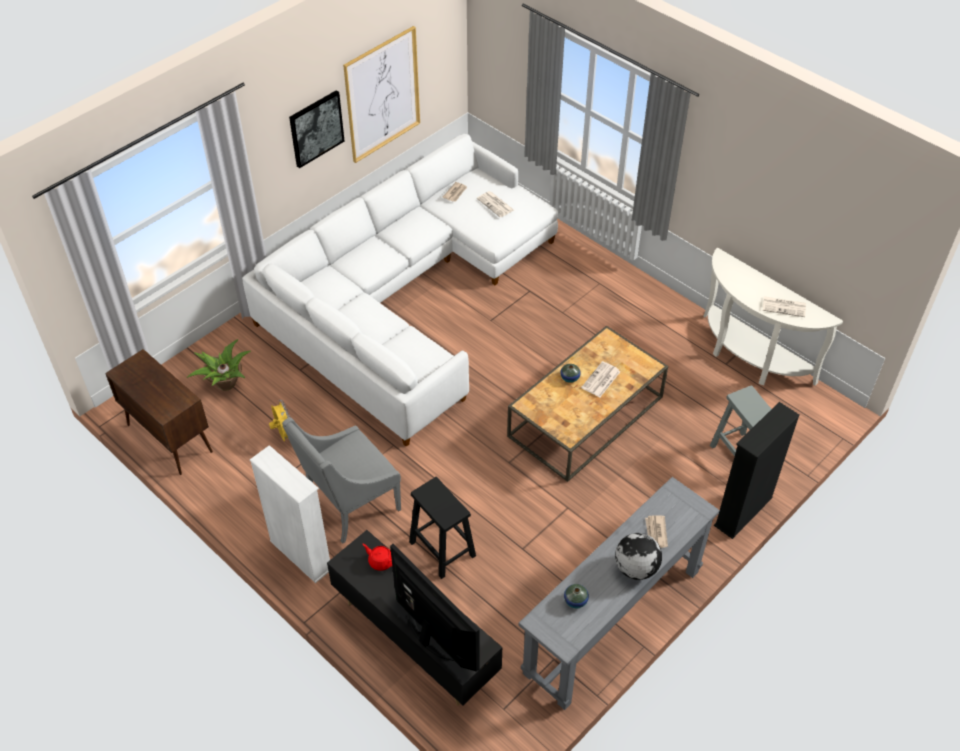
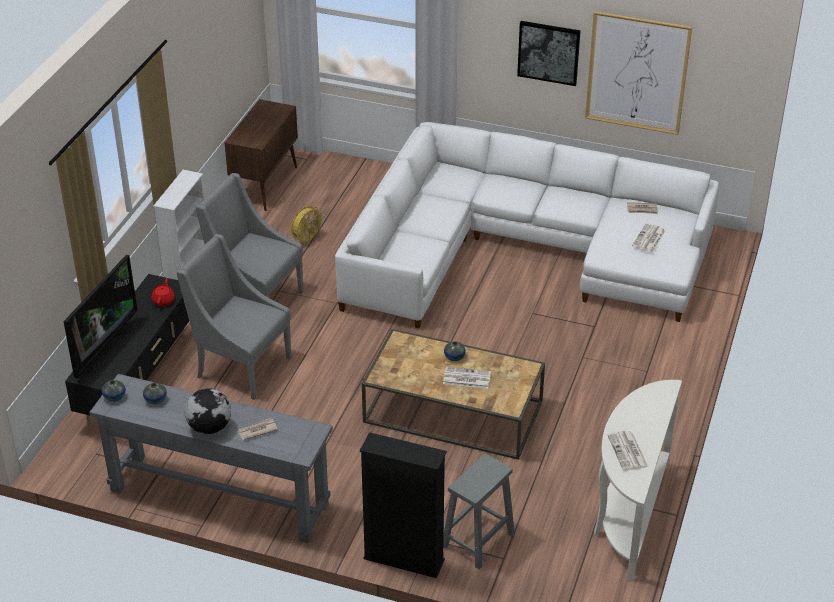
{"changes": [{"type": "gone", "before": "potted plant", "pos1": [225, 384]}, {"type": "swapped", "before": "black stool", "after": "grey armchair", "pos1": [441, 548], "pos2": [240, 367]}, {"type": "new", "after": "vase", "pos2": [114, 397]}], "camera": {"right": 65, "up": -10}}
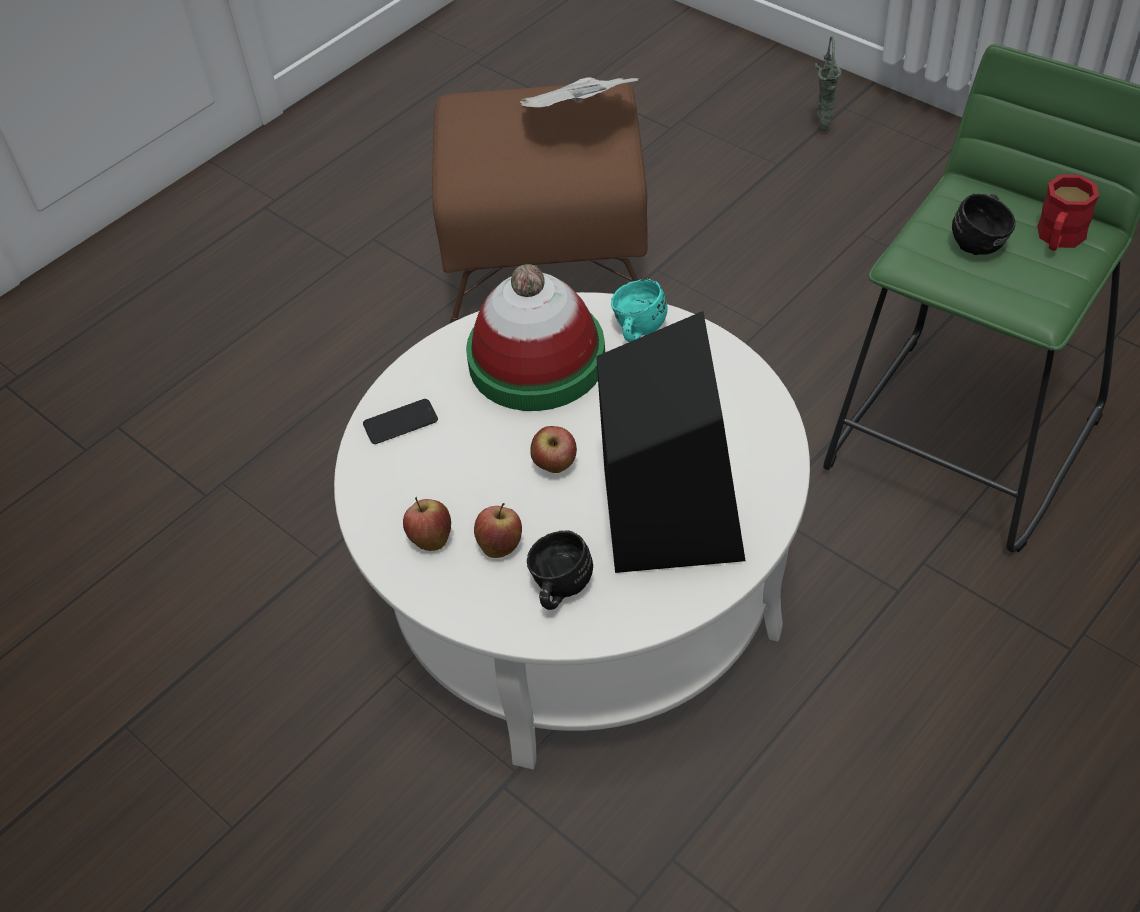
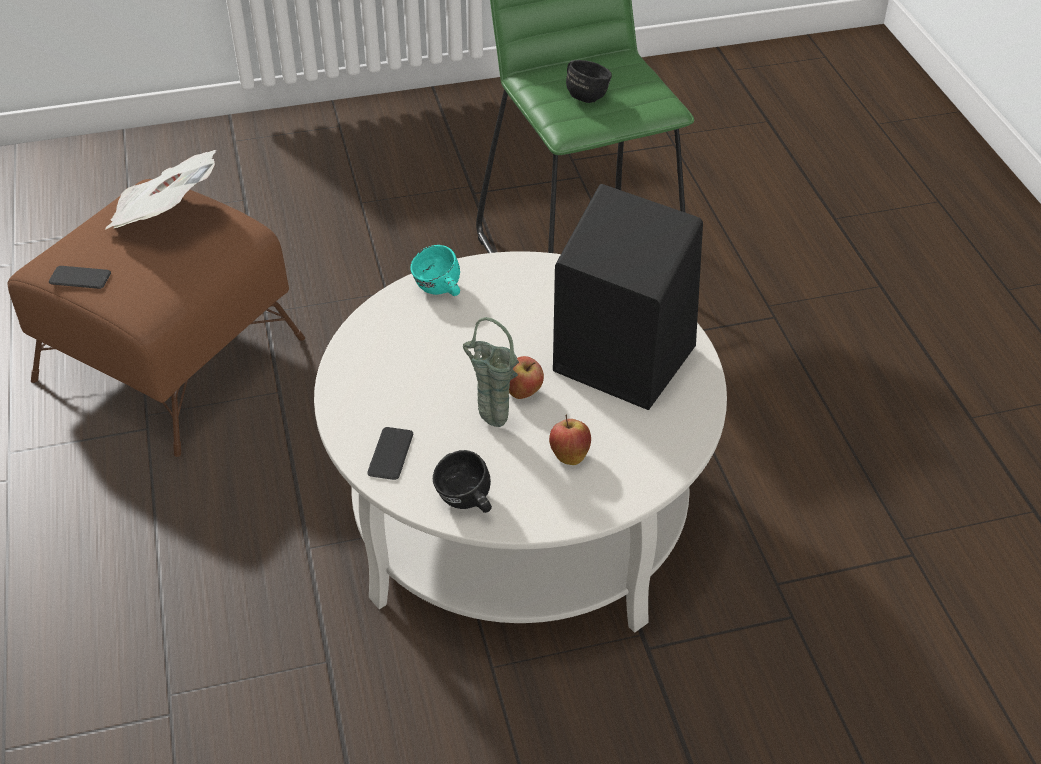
{"changes": [{"type": "gone", "before": "apple", "pos1": [431, 539]}, {"type": "gone", "before": "hat", "pos1": [537, 360]}, {"type": "shifted", "before": "black mug", "pos1": [557, 588], "pos2": [466, 504]}, {"type": "shifted", "before": "green vase", "pos1": [822, 127], "pos2": [490, 422]}, {"type": "gone", "before": "red mug", "pos1": [1058, 239]}, {"type": "new", "after": "phone", "pos2": [80, 278]}], "camera": {"right": -60, "up": -5}}
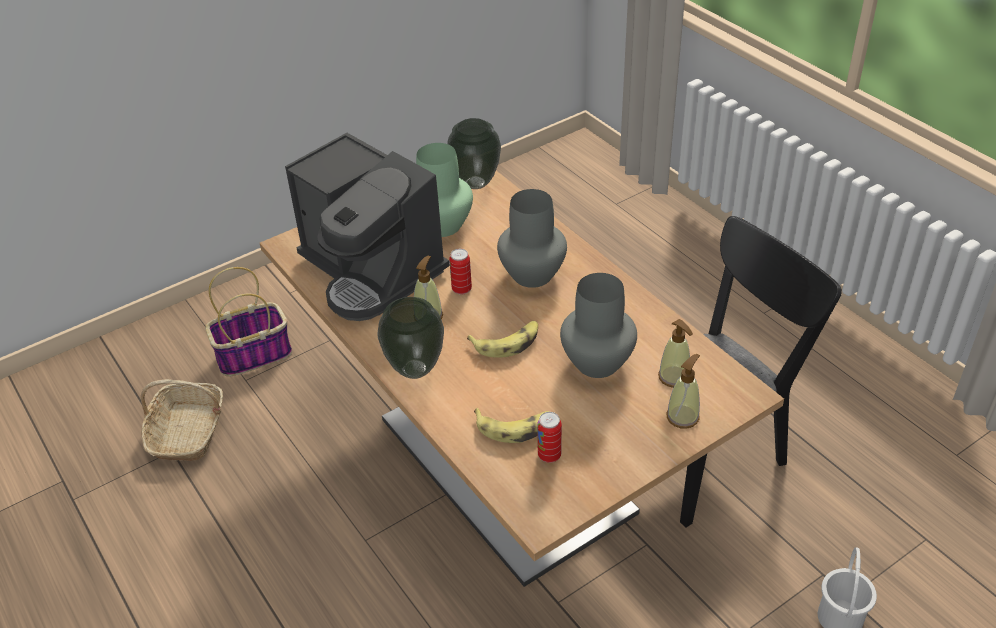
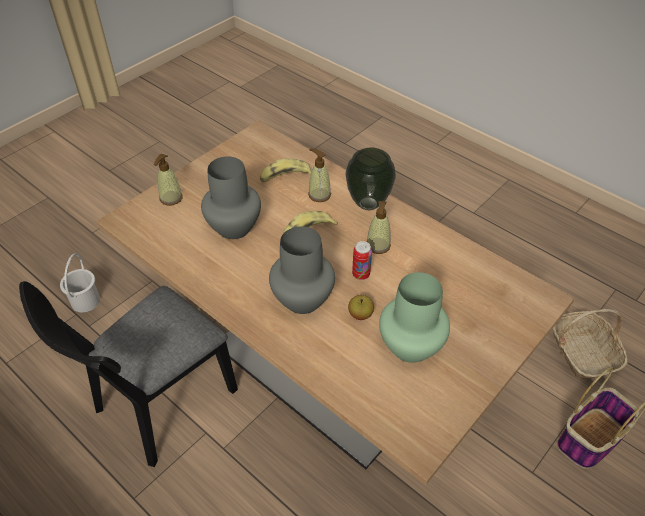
{"changes": [{"type": "gone", "before": "coffee machine", "pos1": [372, 271]}, {"type": "gone", "before": "vase", "pos1": [476, 182]}, {"type": "gone", "before": "can", "pos1": [549, 455]}, {"type": "shifted", "before": "soap dispenser", "pos1": [674, 377], "pos2": [319, 195]}, {"type": "new", "after": "apple", "pos2": [360, 314]}], "camera": {"right": 165, "up": 5}}
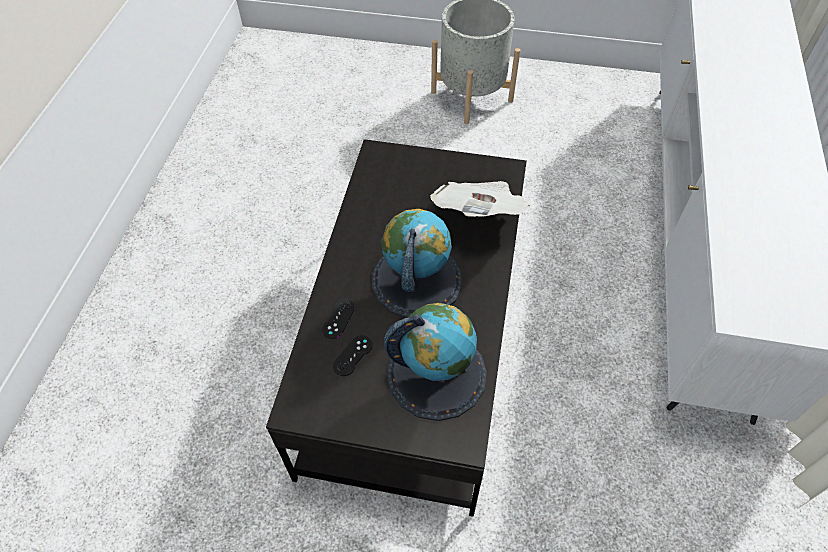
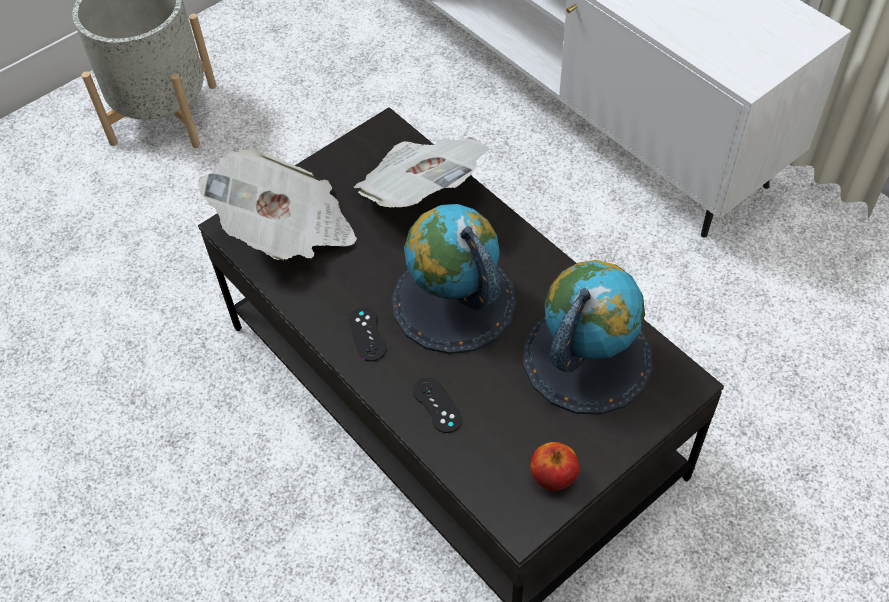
{"changes": [{"type": "shifted", "before": "black game controller", "pos1": [353, 355], "pos2": [367, 334]}, {"type": "new", "after": "newspaper", "pos2": [287, 231]}, {"type": "new", "after": "apple", "pos2": [553, 476]}], "camera": {"right": -50, "up": 0}}
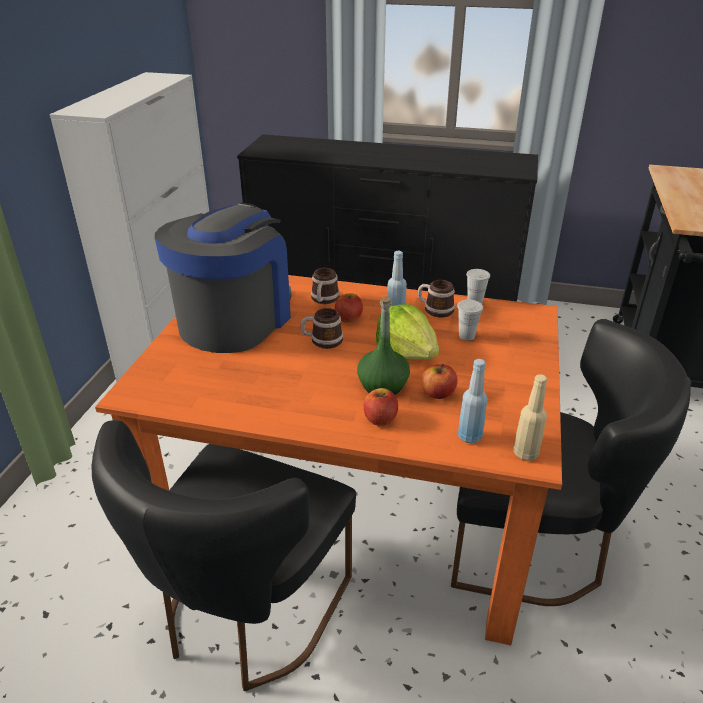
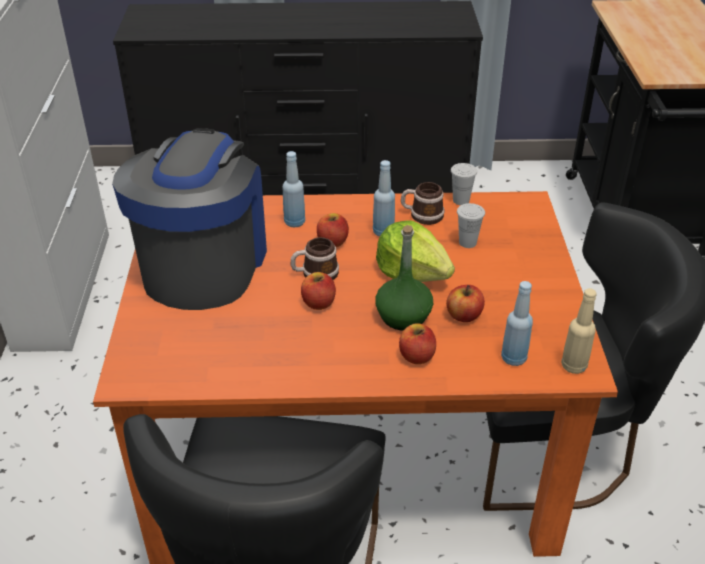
{"changes": [{"type": "swapped", "before": "mug", "after": "blue bottle", "pos1": [324, 300], "pos2": [294, 222]}, {"type": "new", "after": "apple", "pos2": [318, 303]}], "camera": {"right": -15, "up": 5}}
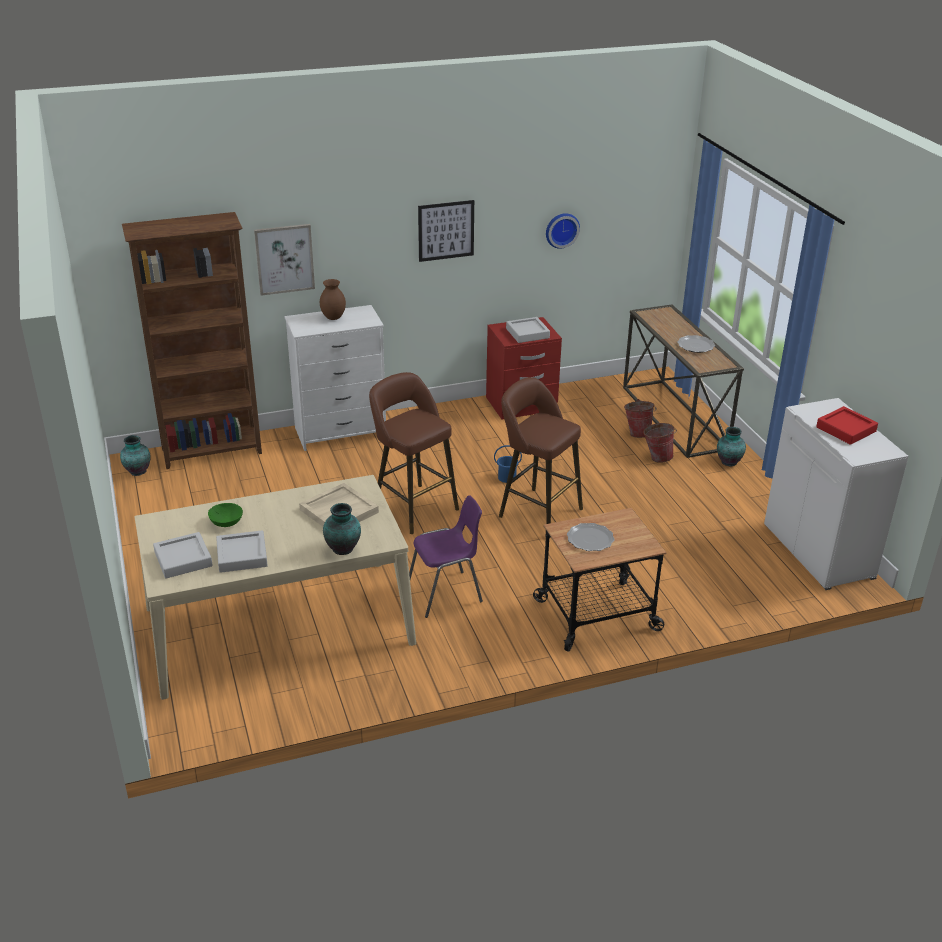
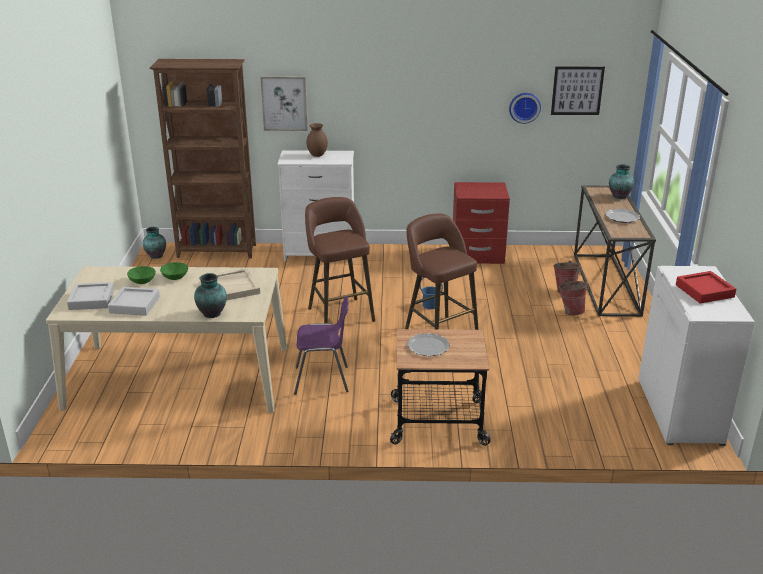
{"changes": [{"type": "shifted", "before": "picture", "pos1": [446, 230], "pos2": [577, 90]}, {"type": "gone", "before": "grey tray", "pos1": [527, 333]}, {"type": "shifted", "before": "vase", "pos1": [728, 462], "pos2": [618, 196]}, {"type": "new", "after": "green bowl", "pos2": [175, 277]}], "camera": {"right": 20, "up": -5}}
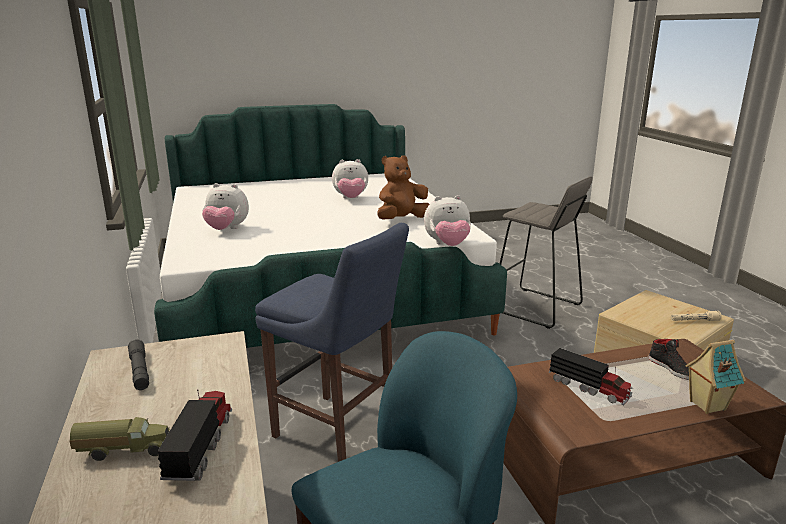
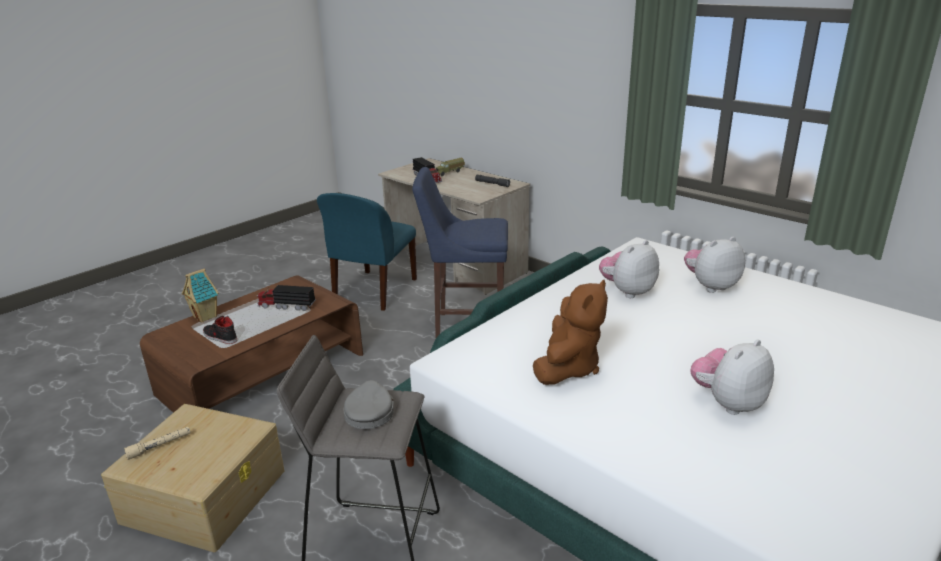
{"changes": [{"type": "shifted", "before": "plush toy", "pos1": [447, 245], "pos2": [627, 291]}, {"type": "new", "after": "grey cap", "pos2": [369, 411]}], "camera": {"right": 150, "up": 5}}
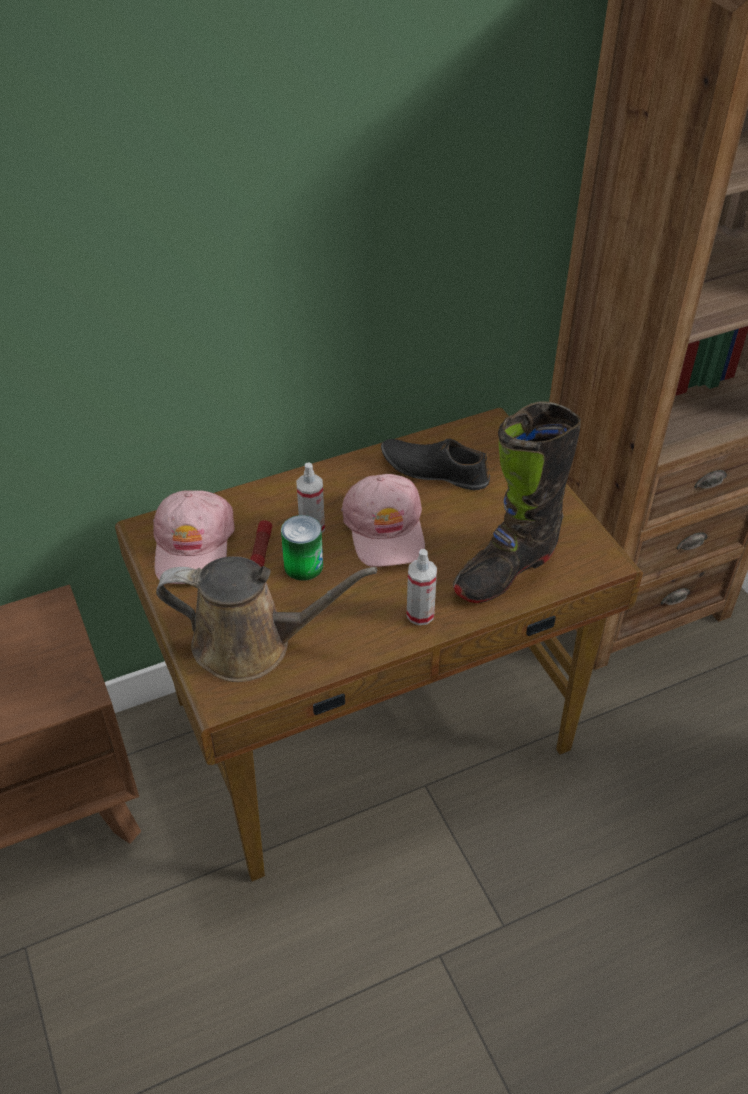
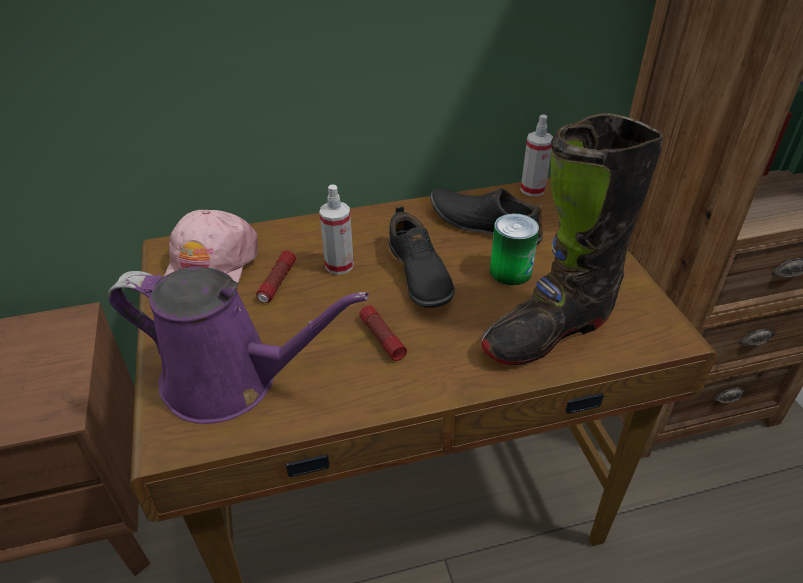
{"changes": [{"type": "repainted", "before": "brown watering can", "after": "purple watering can", "pos1": [252, 644], "pos2": [231, 380]}, {"type": "shifted", "before": "can", "pos1": [303, 566], "pos2": [510, 271]}, {"type": "swapped", "before": "pink cap", "after": "black shoe", "pos1": [385, 529], "pos2": [418, 275]}, {"type": "shifted", "before": "spray bottle", "pos1": [420, 614], "pos2": [532, 189]}, {"type": "new", "after": "flashlight", "pos2": [382, 338]}], "camera": {"right": 10, "up": -5}}
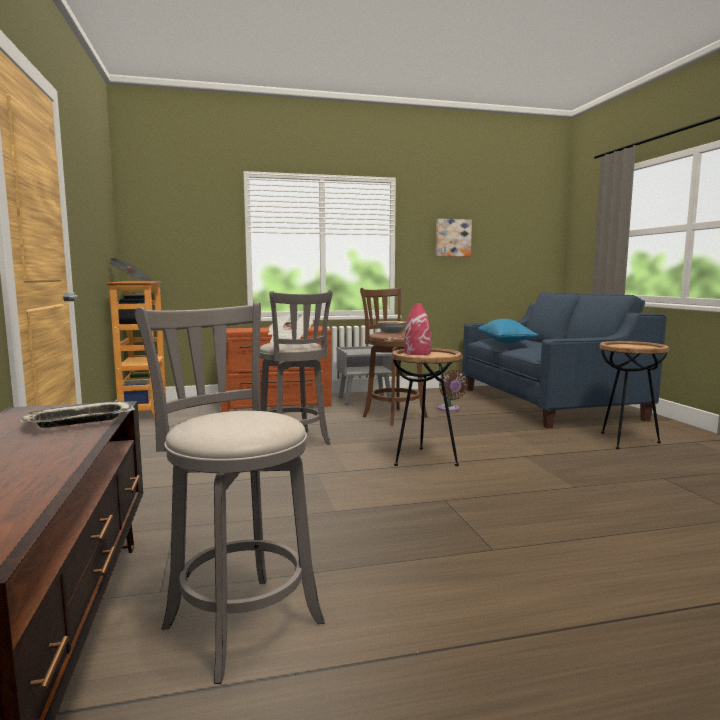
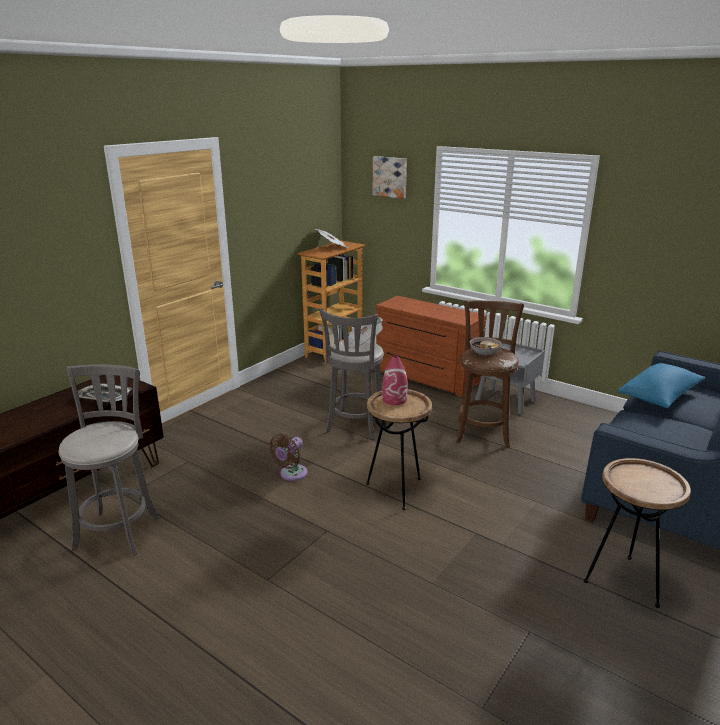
{"changes": [{"type": "shifted", "before": "picture", "pos1": [452, 238], "pos2": [390, 177]}, {"type": "shifted", "before": "brown fan", "pos1": [449, 409], "pos2": [291, 474]}], "camera": {"right": 50, "up": 15}}
